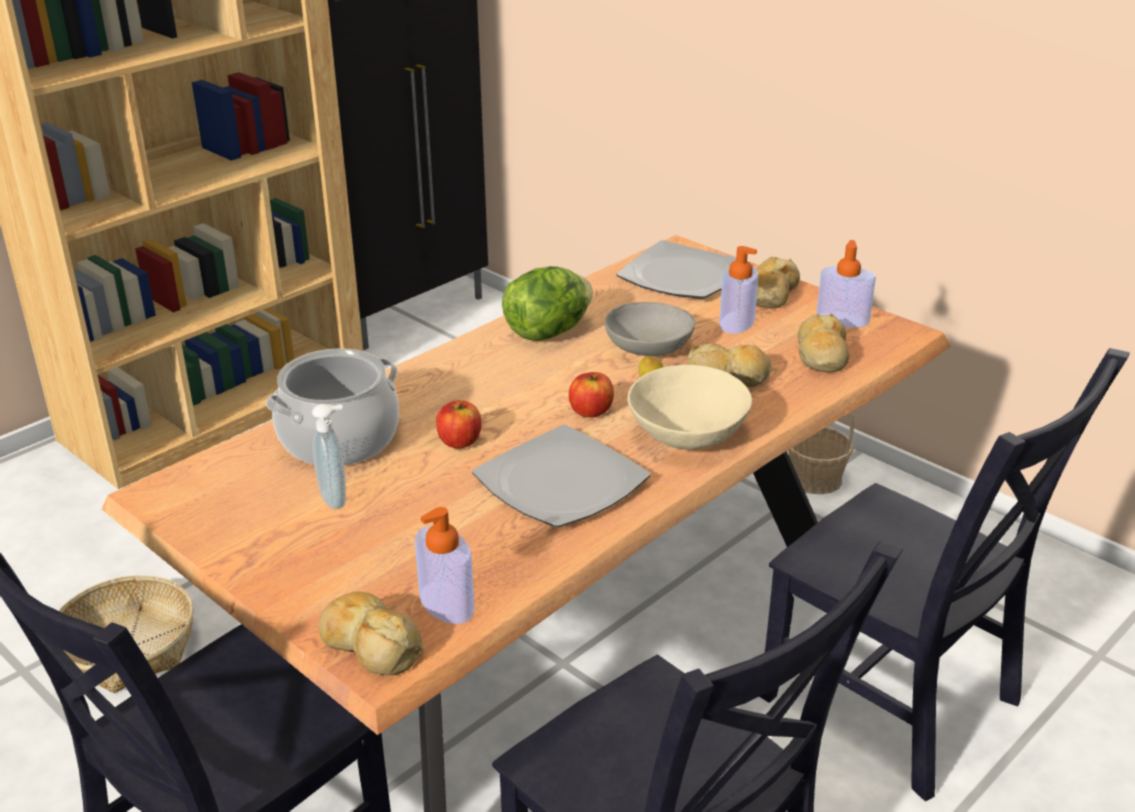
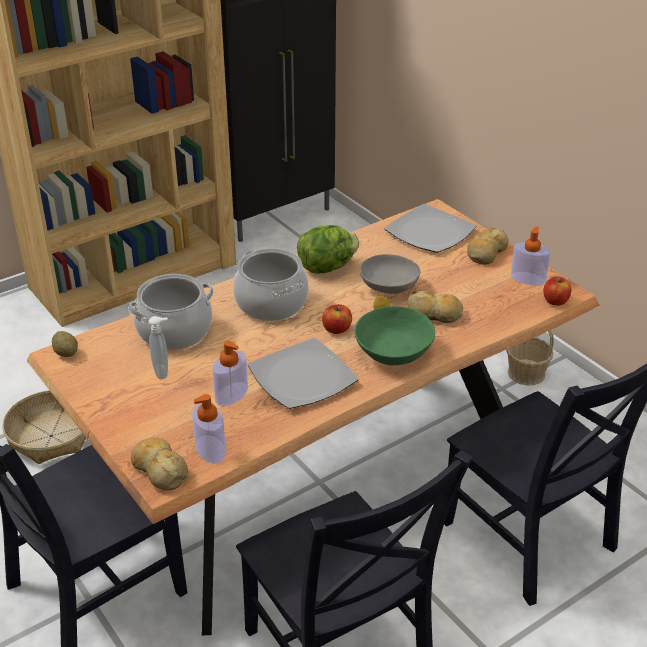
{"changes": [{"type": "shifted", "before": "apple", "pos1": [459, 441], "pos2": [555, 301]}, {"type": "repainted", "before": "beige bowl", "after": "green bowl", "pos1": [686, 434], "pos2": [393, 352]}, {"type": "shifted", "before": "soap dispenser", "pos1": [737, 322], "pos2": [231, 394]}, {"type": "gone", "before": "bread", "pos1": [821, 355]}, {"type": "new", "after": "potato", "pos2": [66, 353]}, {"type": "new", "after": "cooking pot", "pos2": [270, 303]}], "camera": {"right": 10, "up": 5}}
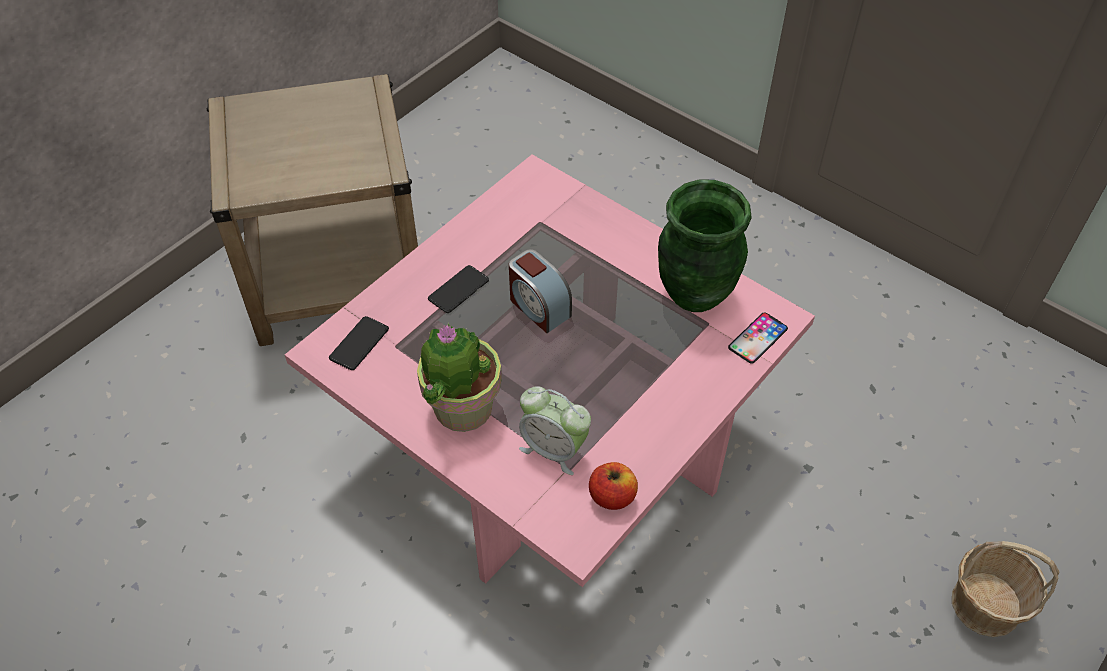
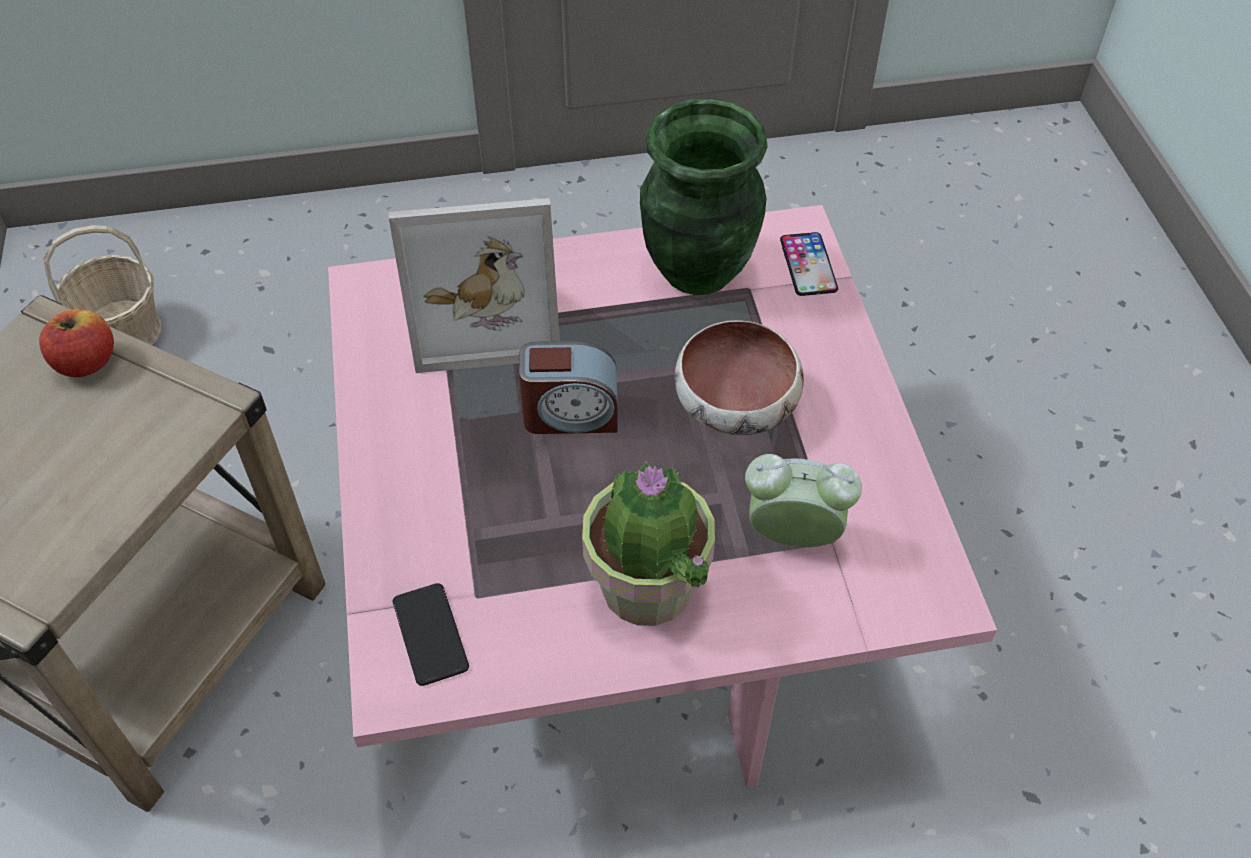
{"changes": [{"type": "gone", "before": "phone", "pos1": [458, 290]}, {"type": "rotated", "before": "alarm clock", "pos1": [554, 449], "pos2": [793, 536], "turn": -150}, {"type": "shifted", "before": "apple", "pos1": [612, 496], "pos2": [86, 362]}, {"type": "shifted", "before": "basket", "pos1": [985, 604], "pos2": [122, 331]}, {"type": "new", "after": "picture frame", "pos2": [484, 315]}, {"type": "new", "after": "bowl", "pos2": [736, 407]}], "camera": {"right": -50, "up": 0}}
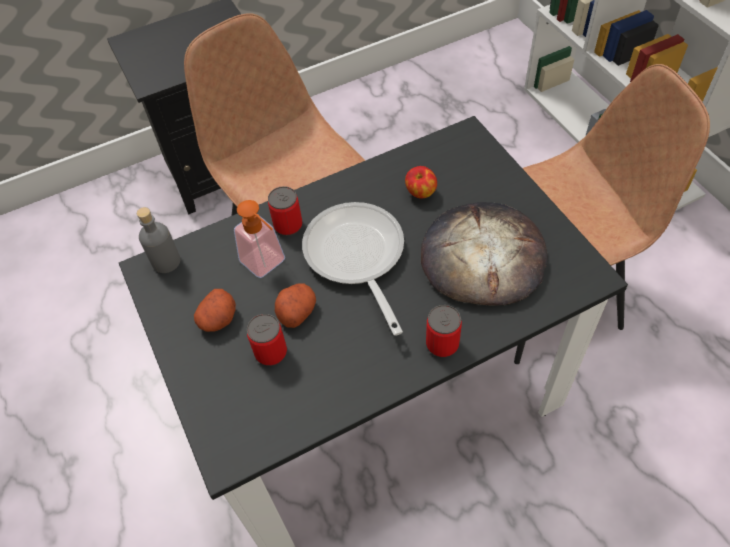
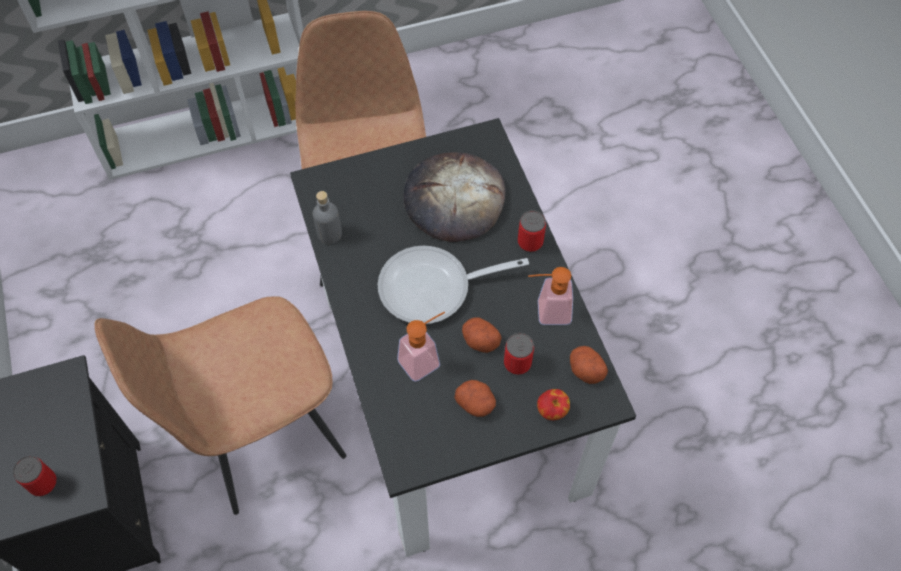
{"changes": [{"type": "shifted", "before": "grey bottle", "pos1": [166, 261], "pos2": [329, 234]}, {"type": "shifted", "before": "can", "pos1": [288, 225], "pos2": [43, 483]}, {"type": "shifted", "before": "apple", "pos1": [420, 193], "pos2": [552, 411]}, {"type": "new", "after": "soap dispenser", "pos2": [546, 312]}, {"type": "new", "after": "potato", "pos2": [585, 370]}], "camera": {"right": -85, "up": 5}}
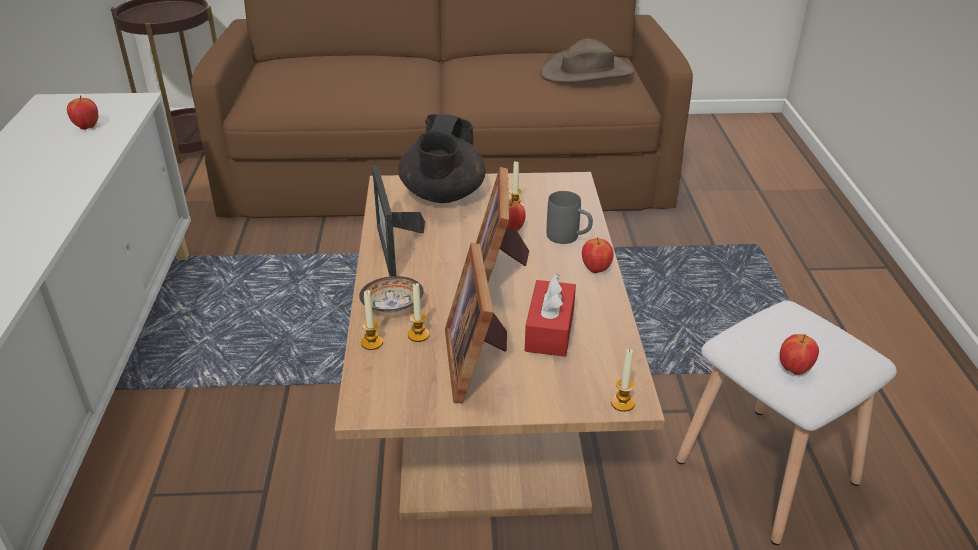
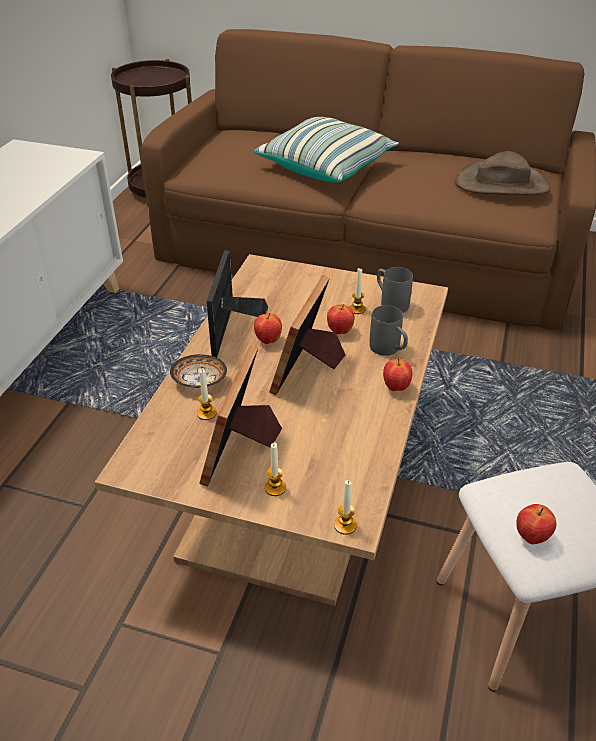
{"changes": [{"type": "shifted", "before": "apple", "pos1": [87, 127], "pos2": [268, 340]}, {"type": "shifted", "before": "candle", "pos1": [372, 343], "pos2": [275, 488]}, {"type": "gone", "before": "black teapot", "pos1": [442, 196]}, {"type": "gone", "before": "red tissue box", "pos1": [550, 330]}, {"type": "new", "after": "pillow", "pos2": [326, 166]}, {"type": "new", "after": "grey mug", "pos2": [390, 303]}], "camera": {"right": 20, "up": 5}}
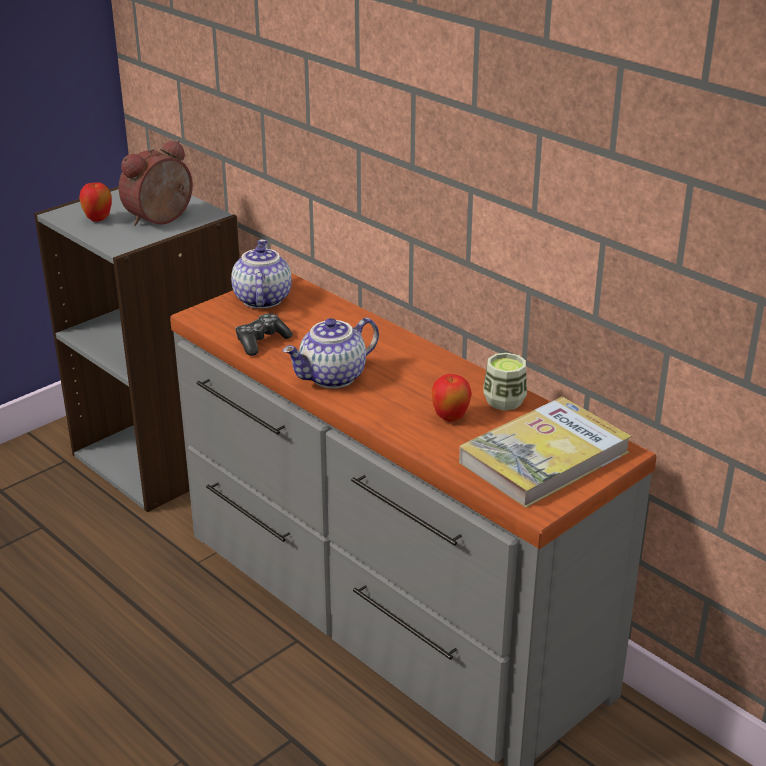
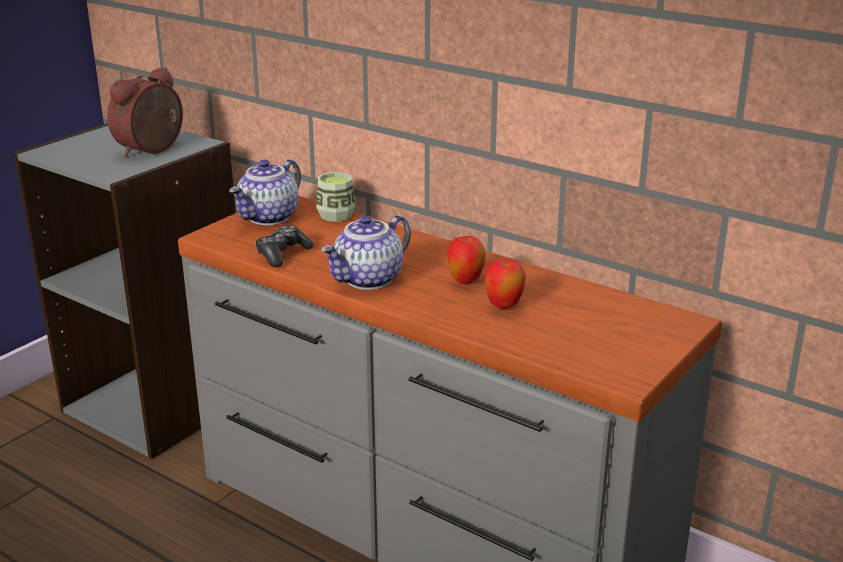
{"changes": [{"type": "shifted", "before": "apple", "pos1": [98, 219], "pos2": [465, 281]}, {"type": "rotated", "before": "teapot", "pos1": [261, 299], "pos2": [269, 218], "turn": -135}, {"type": "gone", "before": "book", "pos1": [544, 457]}, {"type": "shifted", "before": "cup", "pos1": [504, 401], "pos2": [336, 215]}], "camera": {"right": -10, "up": -5}}
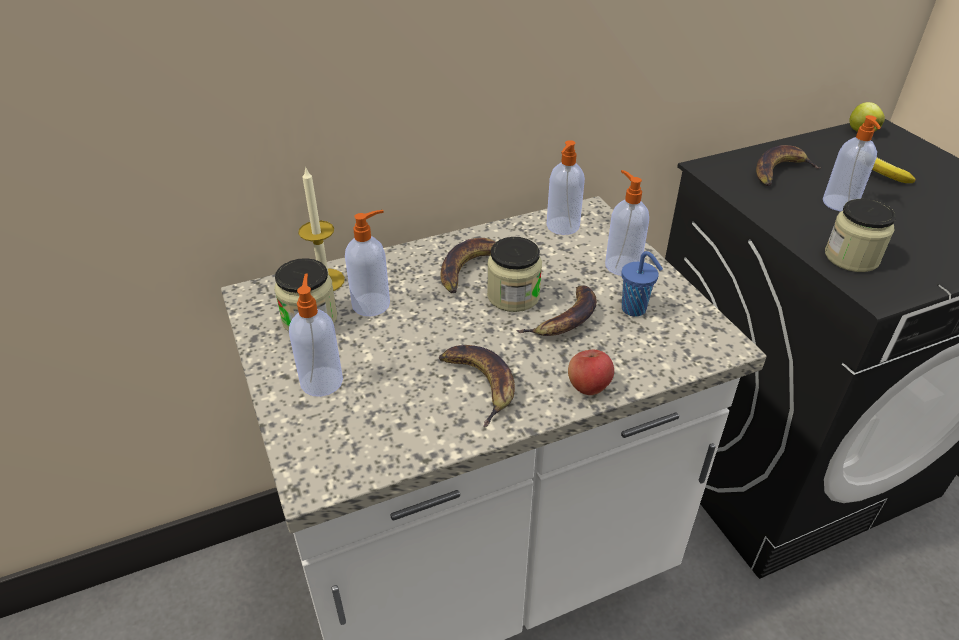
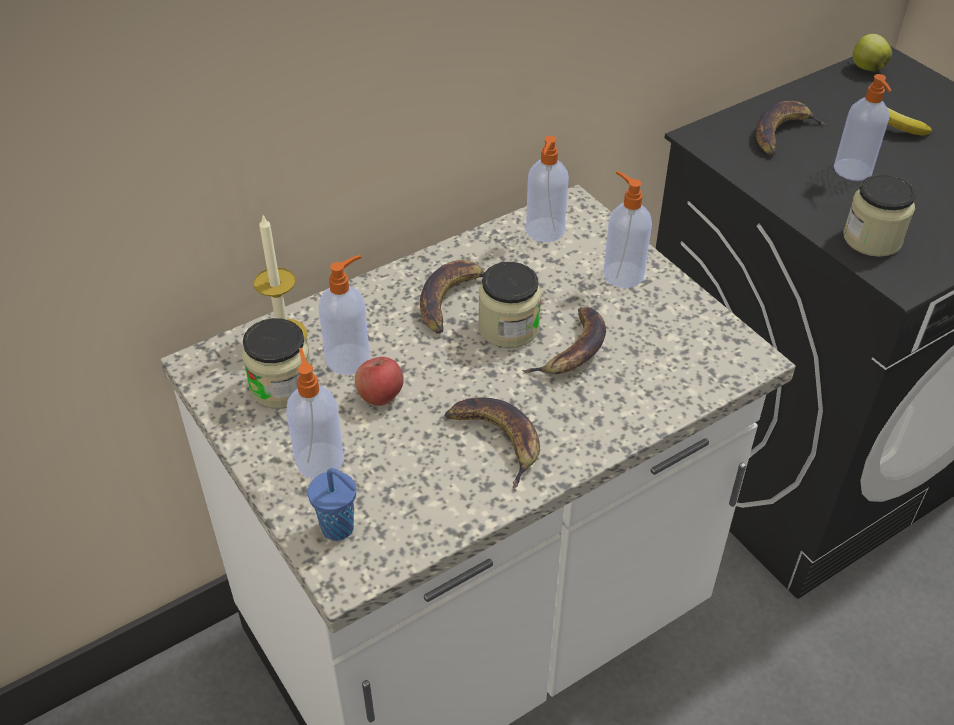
{"changes": [{"type": "shifted", "before": "apple", "pos1": [588, 387], "pos2": [380, 396]}, {"type": "shifted", "before": "blue cup", "pos1": [635, 310], "pos2": [339, 529]}], "camera": {"right": -10, "up": 5}}
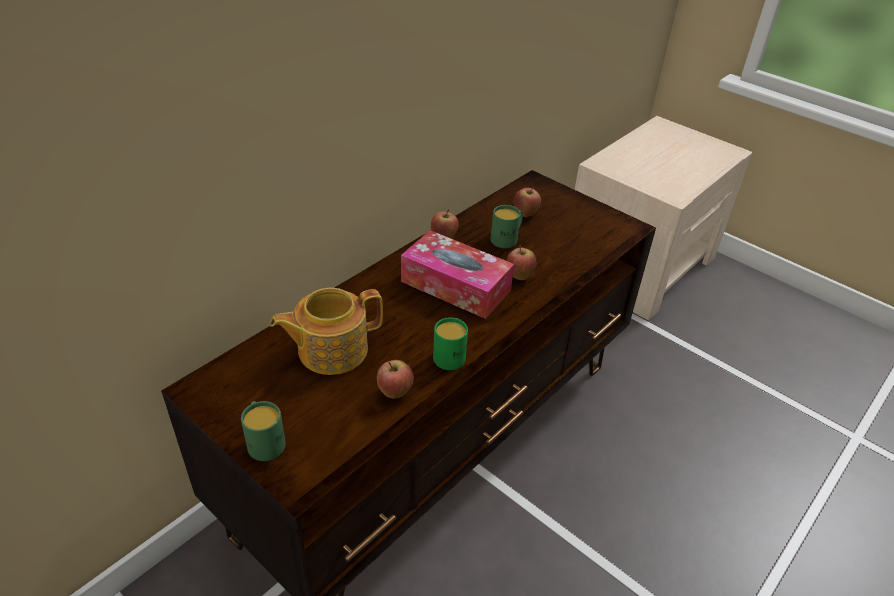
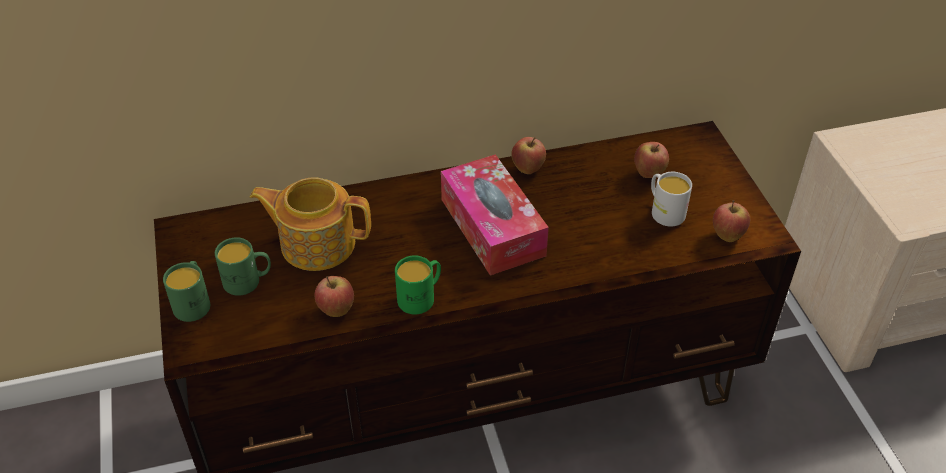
{"changes": [{"type": "shifted", "before": "green mug", "pos1": [507, 239], "pos2": [248, 281]}, {"type": "shifted", "before": "apple", "pos1": [519, 276], "pos2": [727, 236]}, {"type": "new", "after": "white mug", "pos2": [664, 211]}], "camera": {"right": 35, "up": 5}}
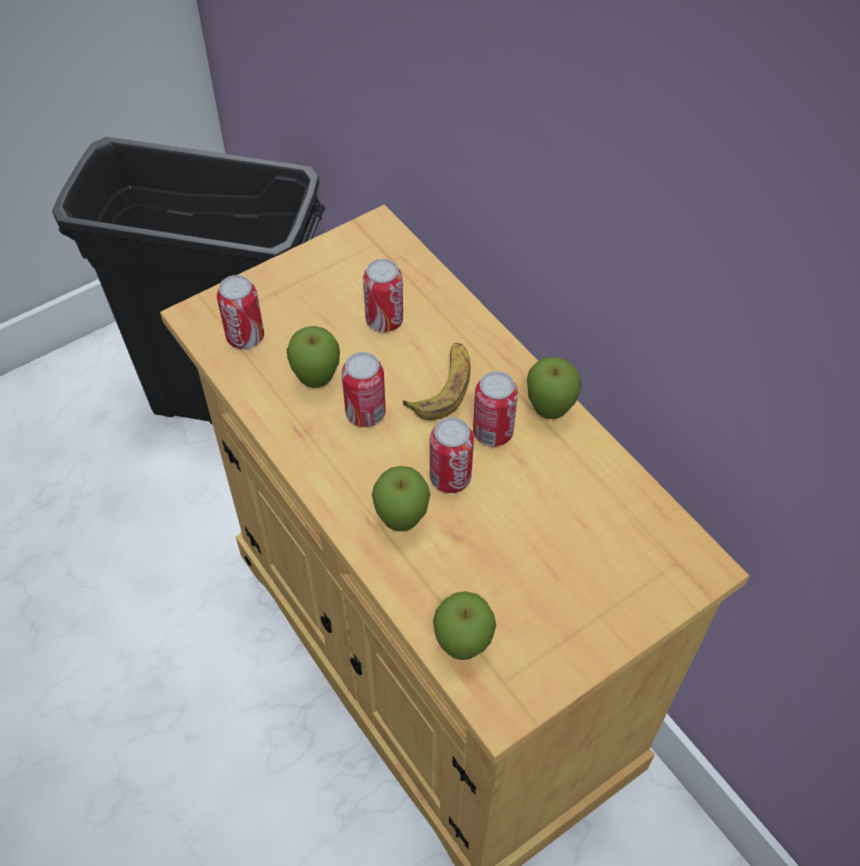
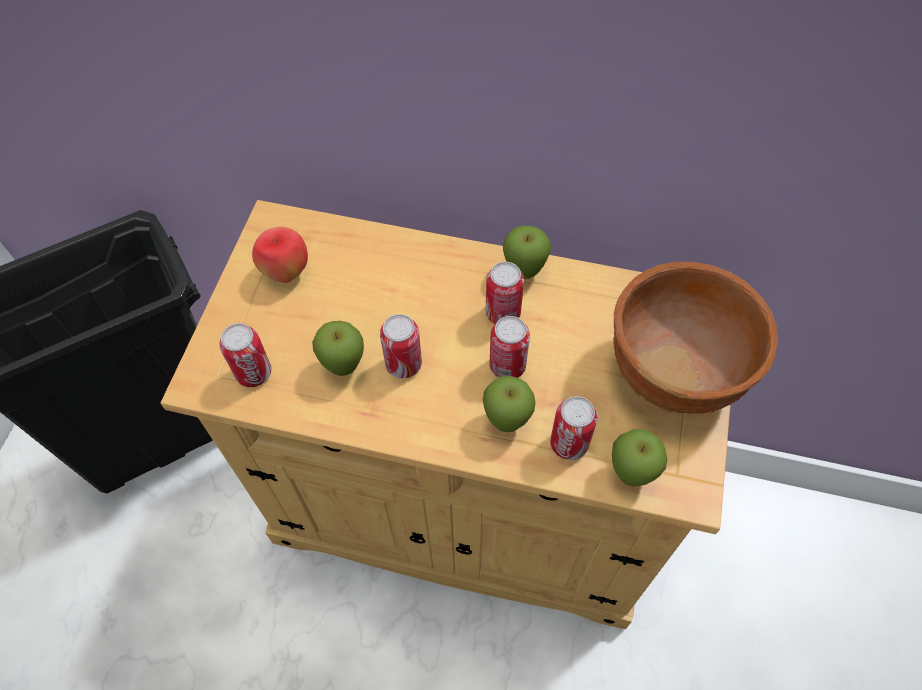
{"changes": [{"type": "shifted", "before": "can", "pos1": [384, 321], "pos2": [569, 443]}, {"type": "gone", "before": "banana", "pos1": [443, 386]}, {"type": "new", "after": "apple", "pos2": [286, 272]}, {"type": "new", "after": "brown bowl", "pos2": [676, 371]}], "camera": {"right": -40, "up": 5}}
